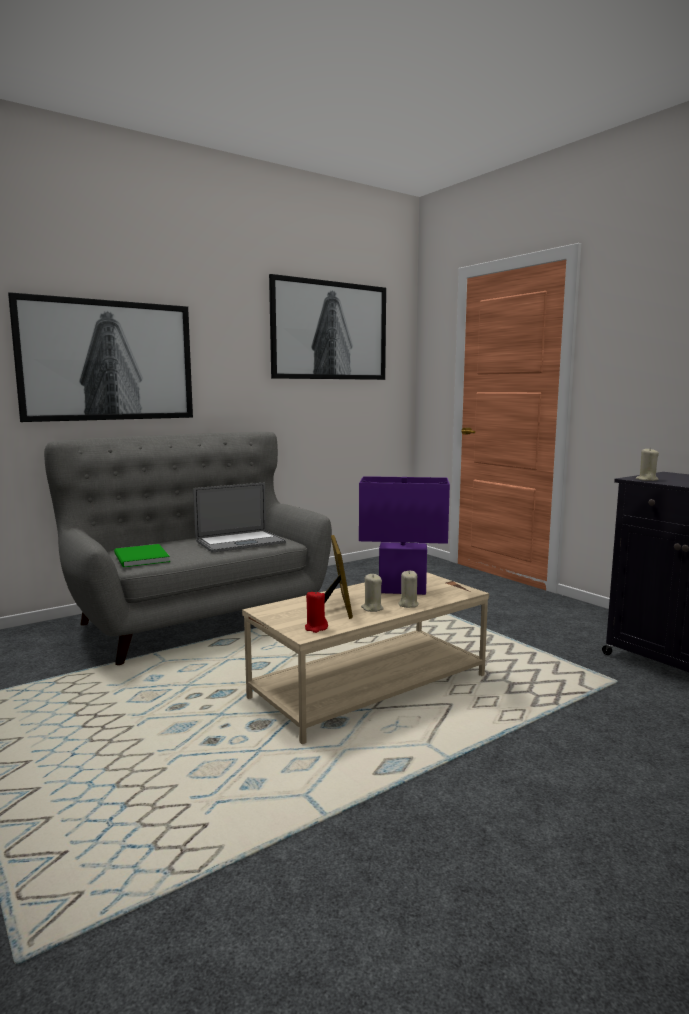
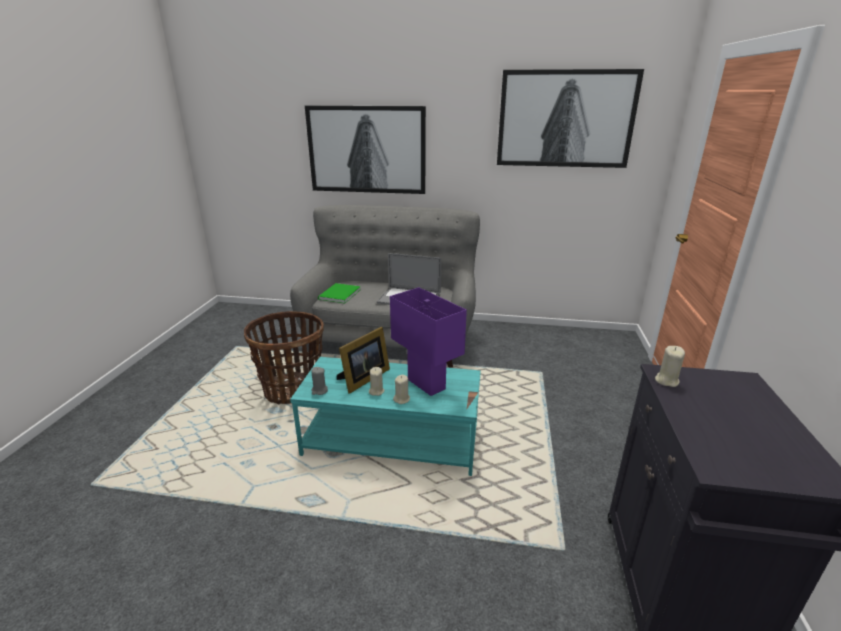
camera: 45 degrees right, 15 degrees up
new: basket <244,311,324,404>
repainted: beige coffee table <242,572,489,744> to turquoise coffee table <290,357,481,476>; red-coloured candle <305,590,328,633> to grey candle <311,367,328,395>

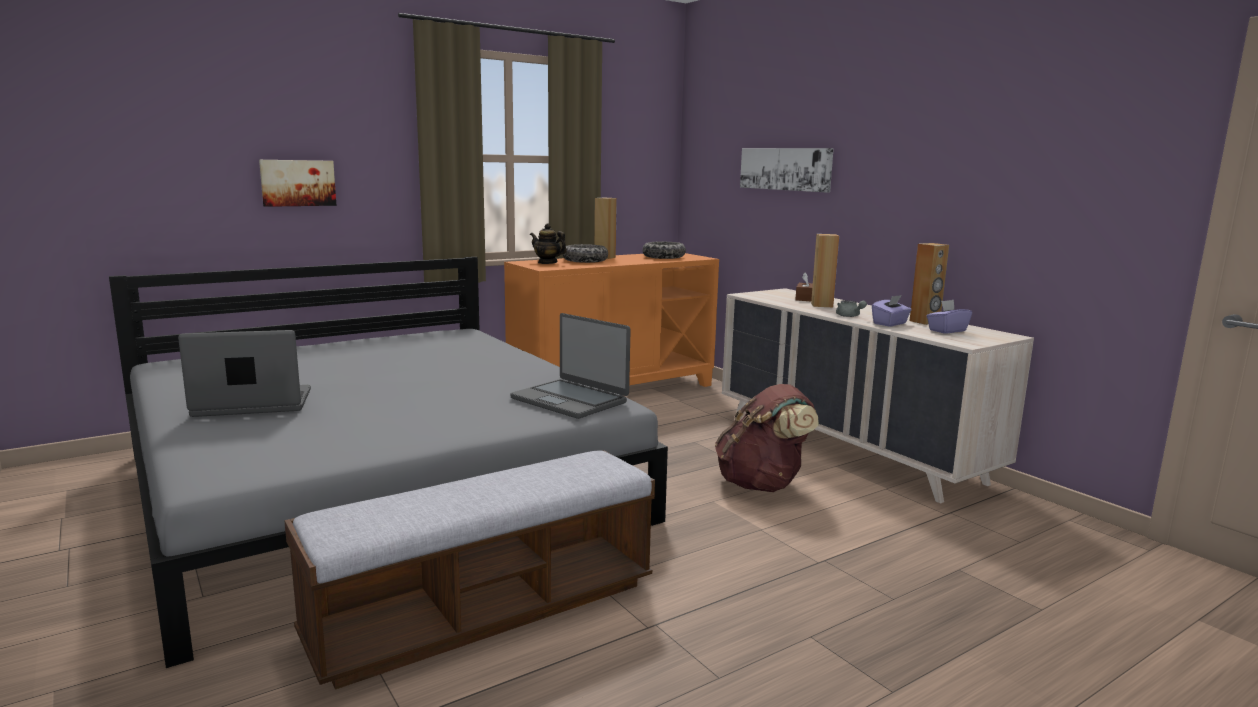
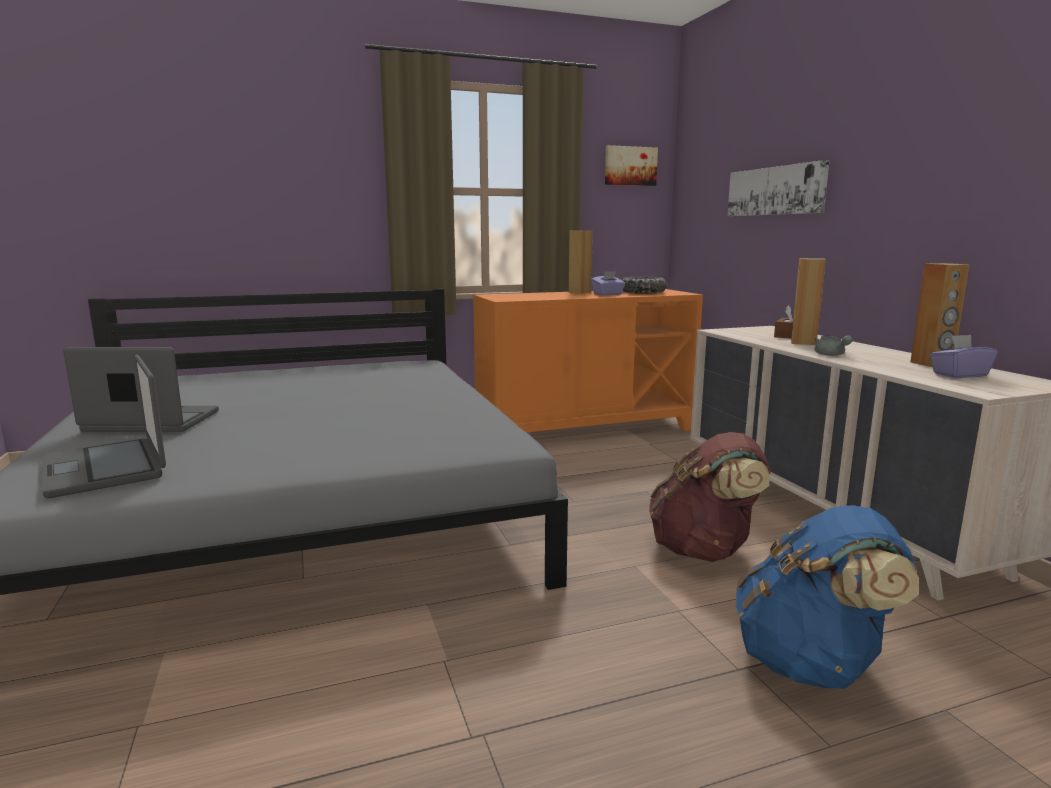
camera: 15 degrees right, 0 degrees up
gone: indoor bench <284,450,655,690>; tea pot <530,224,567,264>; bowl <563,244,608,263>
new: blue rucksack <736,505,919,689>
shifted: notebook computer <511,313,631,419> to <42,354,166,498>; purplish box of tissues <872,295,912,327> to <591,271,625,296>; picture <259,160,336,207> to <605,145,658,186>

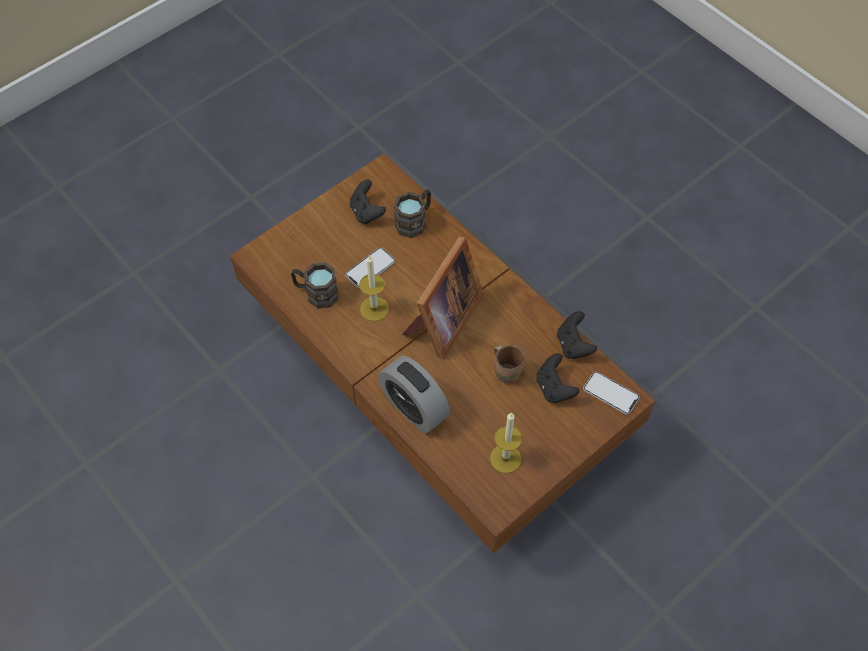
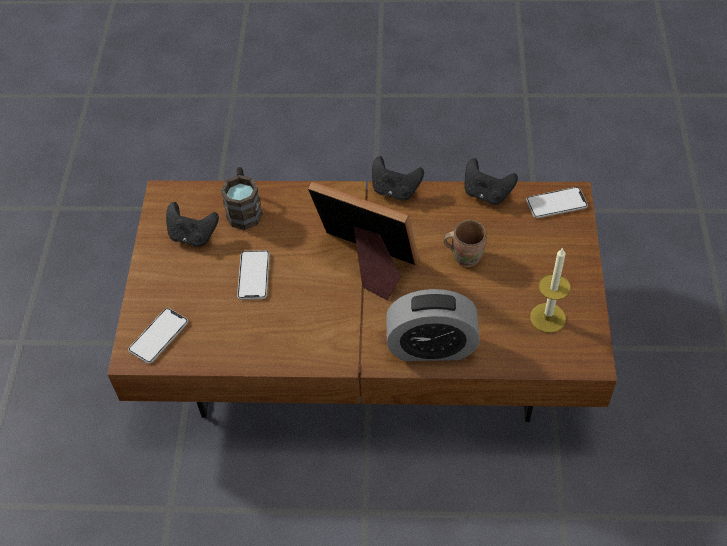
camera: 45 degrees left, 5 degrees down
gone: brownish tea mug <291,262,338,308>; candle <359,255,389,321>
new: handset <128,308,188,364>
shifted: blackish joypad <536,353,579,403> to <372,156,424,200>
rotated: standing frame <403,236,484,359> = <308,182,419,300> 45 degrees counterclockwise

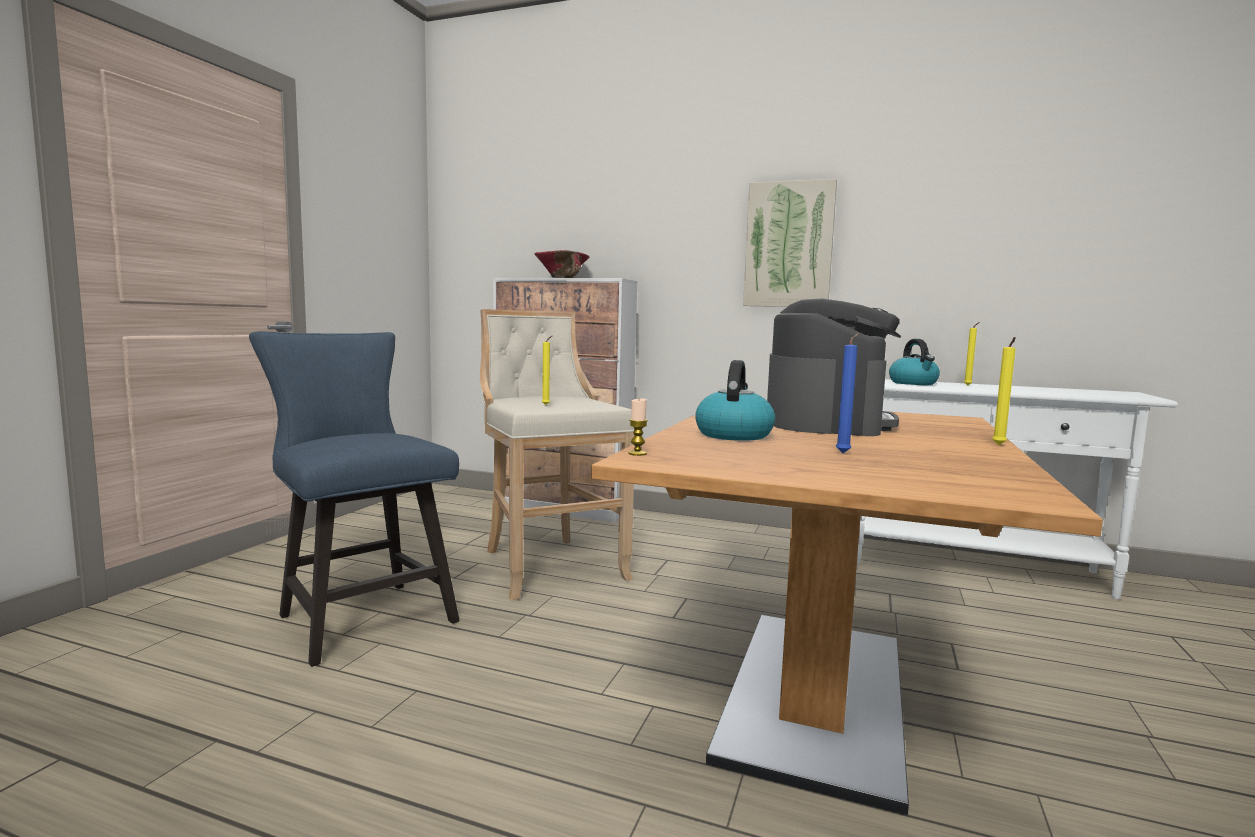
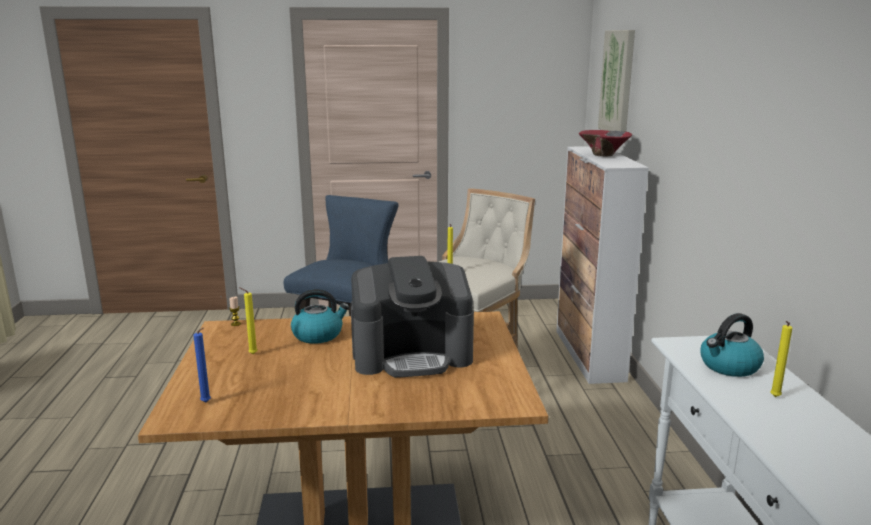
camera: 65 degrees right, 10 degrees up
shifted: blue candle <836,333,859,453> to <193,327,211,402>; yellow-coloured candle <992,337,1016,445> to <239,287,258,354>; picture <743,179,837,307> to <598,30,635,132>

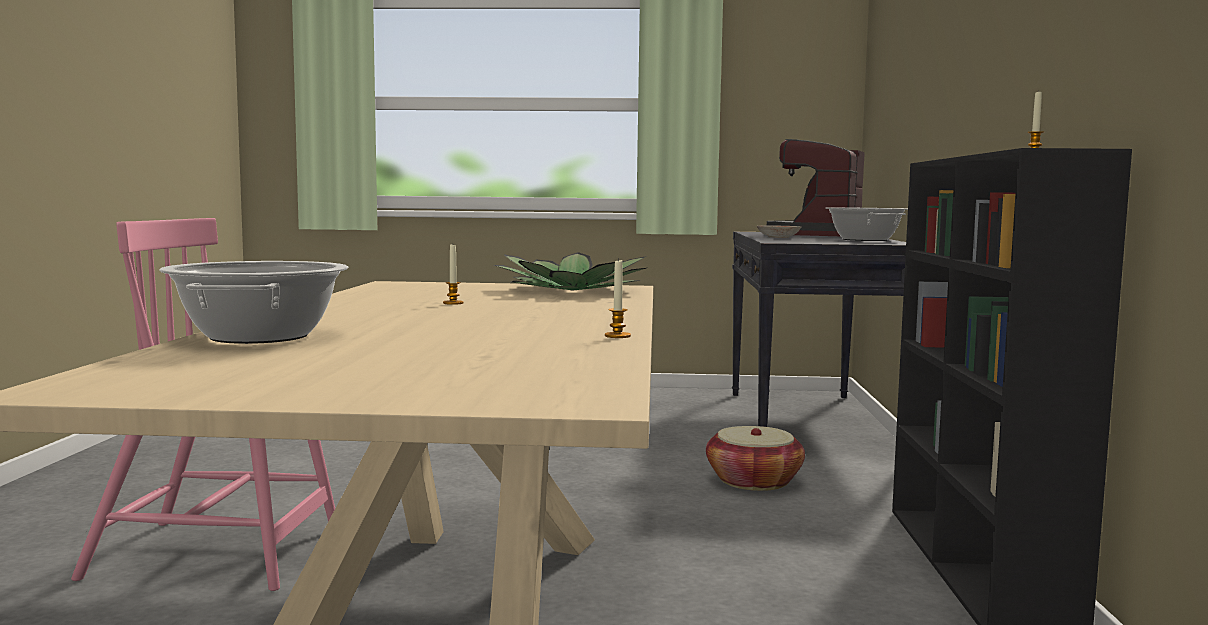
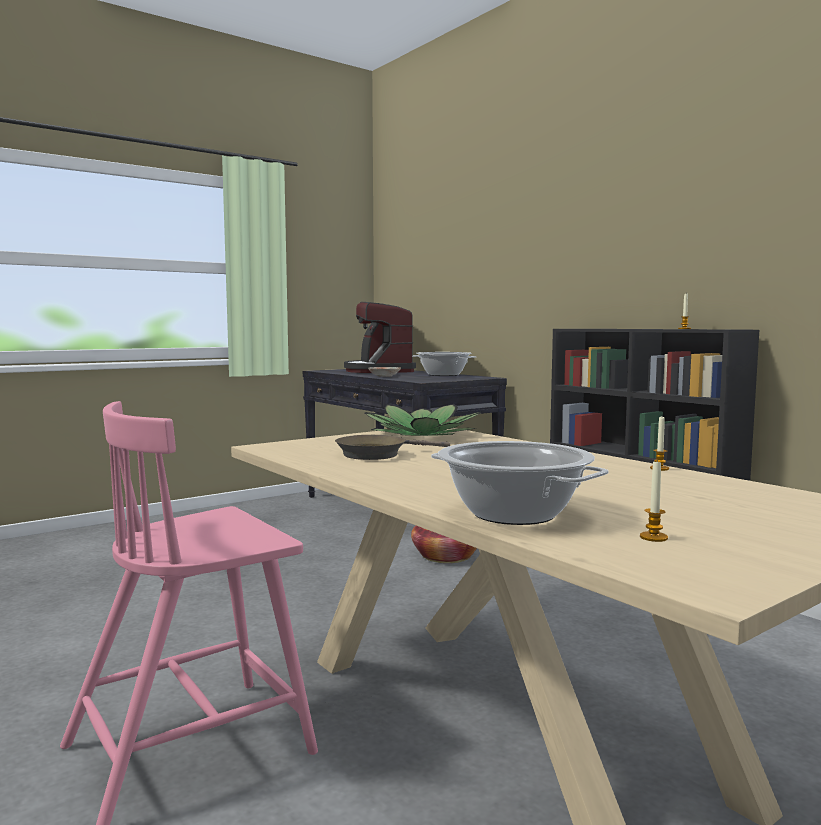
camera: 40 degrees left, 0 degrees up
new: brownish skillet <335,435,450,460>
shifted: candle <443,244,464,305> to <640,462,668,542>

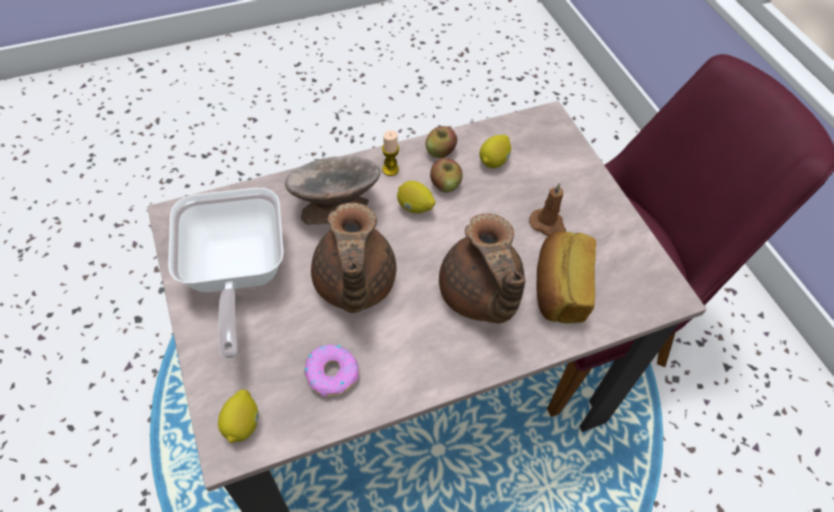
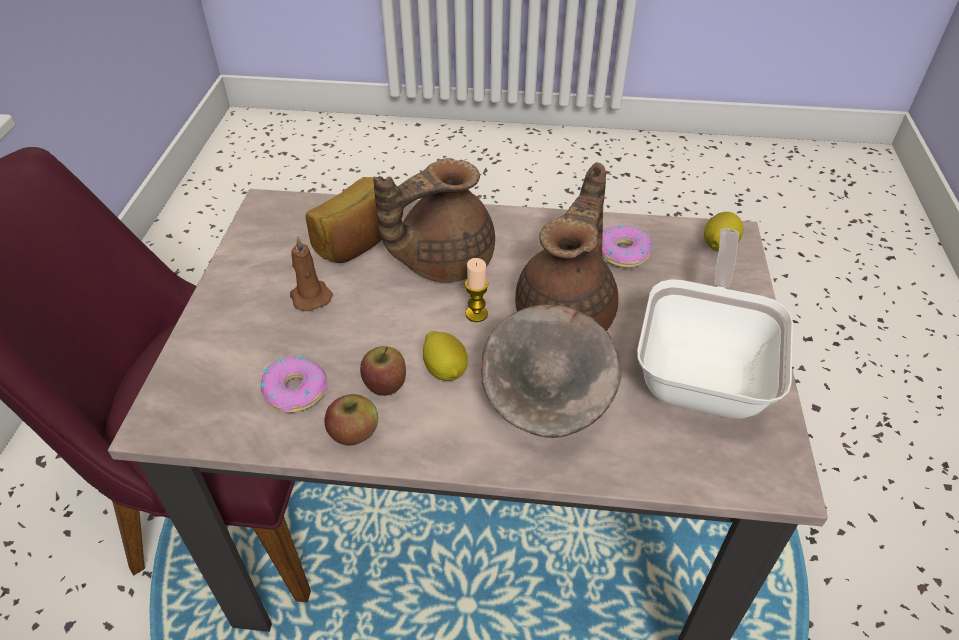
camera: 150 degrees left, 10 degrees down
shifted: candle <382,130,399,176> to <465,258,489,322>
swapped: citrus fruit <479,135,511,168> to ring doughnut <261,356,328,413>
rotated: brownish tea pot <439,214,525,324> = <373,158,495,283> 135 degrees counterclockwise

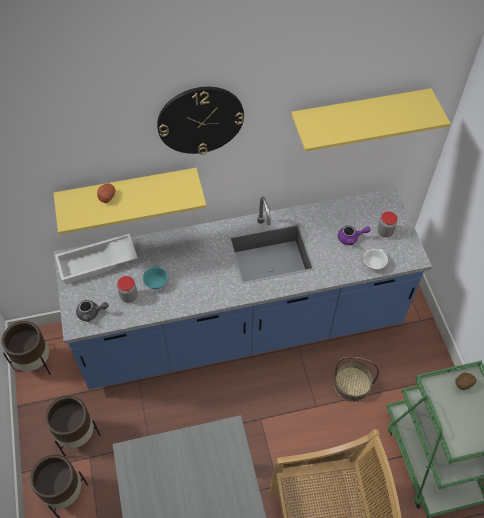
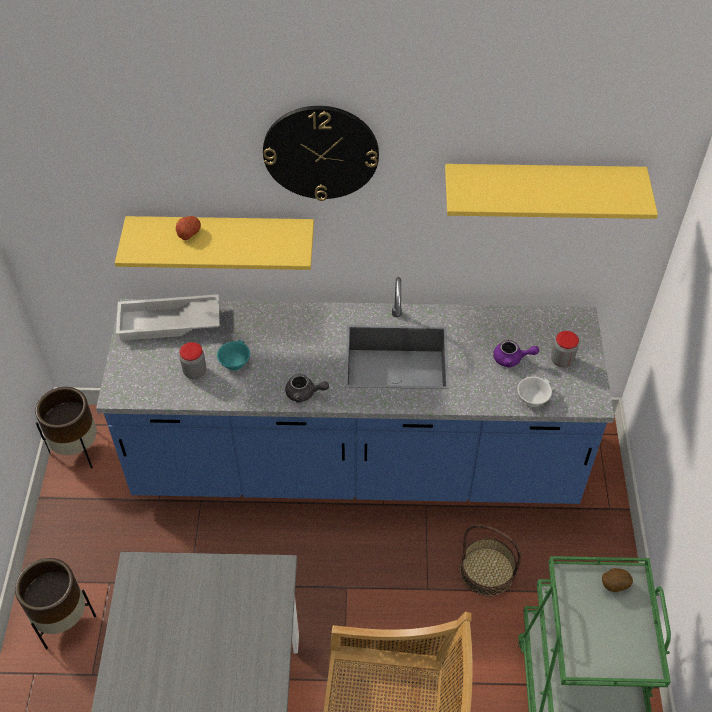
camera: 15 degrees right, 5 degrees down
gone: brownish plant pot <45,396,101,456>
shifted: grey tea pot <76,300,109,322> to <285,374,329,403>

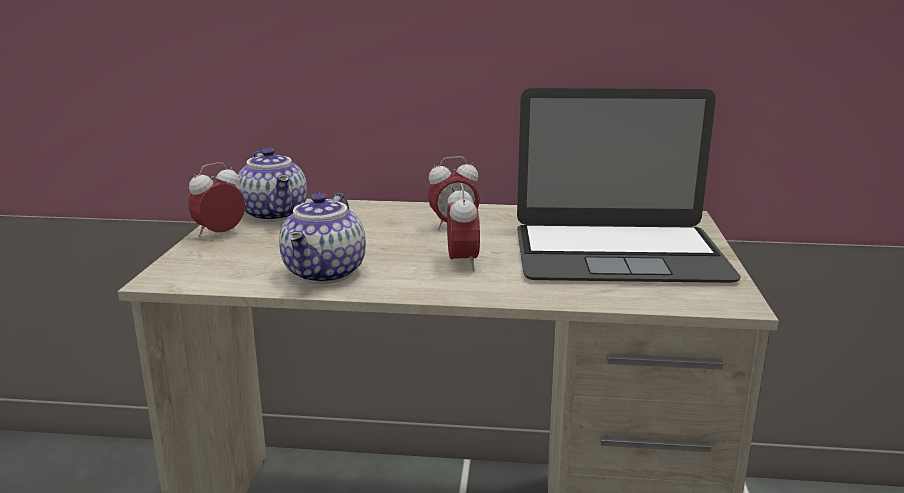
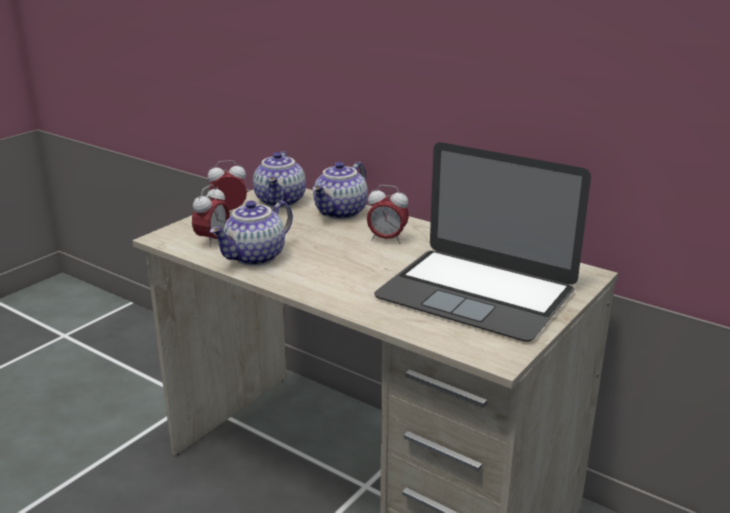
camera: 30 degrees right, 5 degrees up
new: tea pot <312,162,368,220>
shifted: bedside clock <447,183,480,271> to <192,184,230,247>

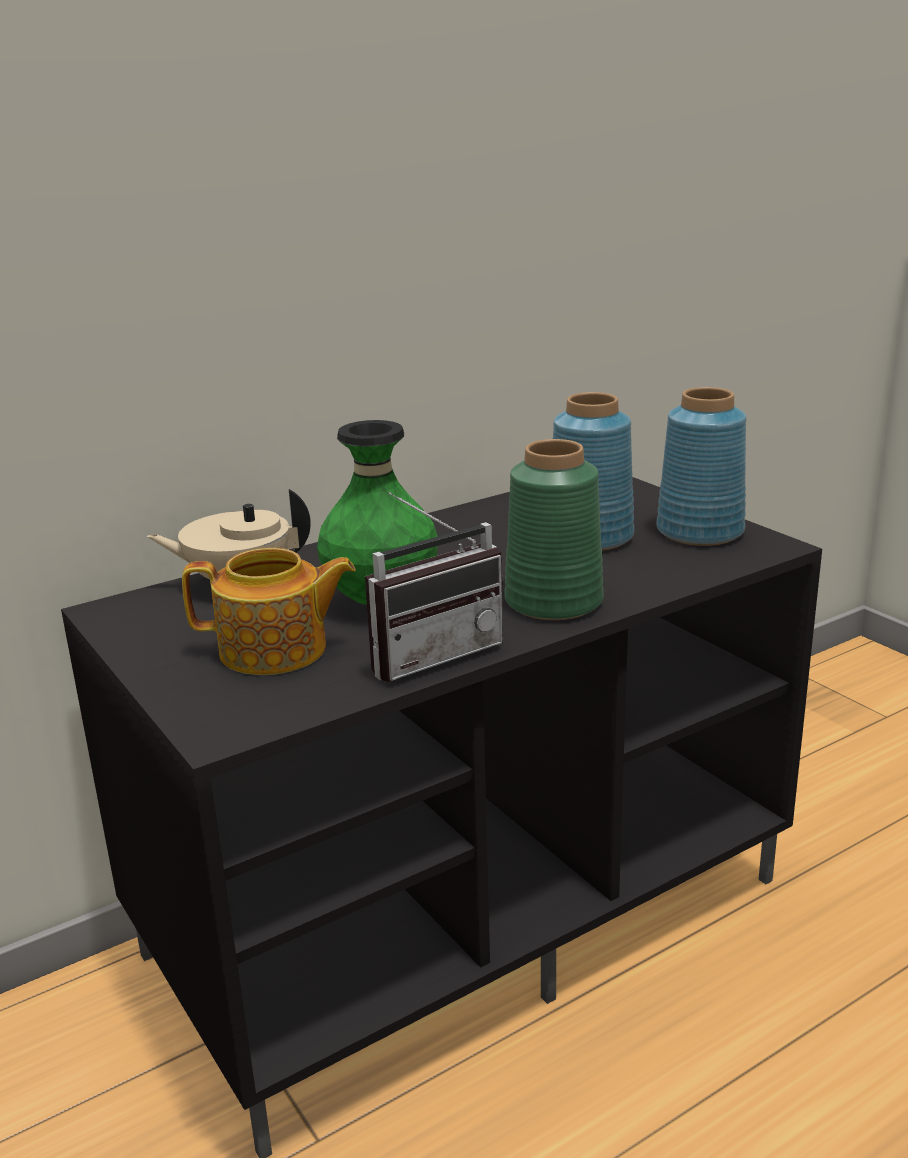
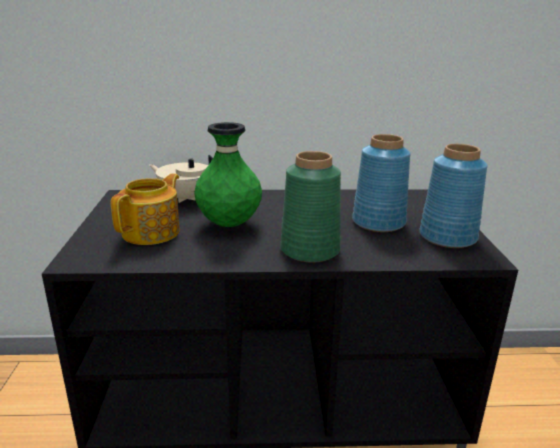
camera: 30 degrees right, 0 degrees up
gone: radio <365,492,504,682>
rotated: tea pot <182,548,356,675> = <111,173,180,245> 90 degrees counterclockwise

